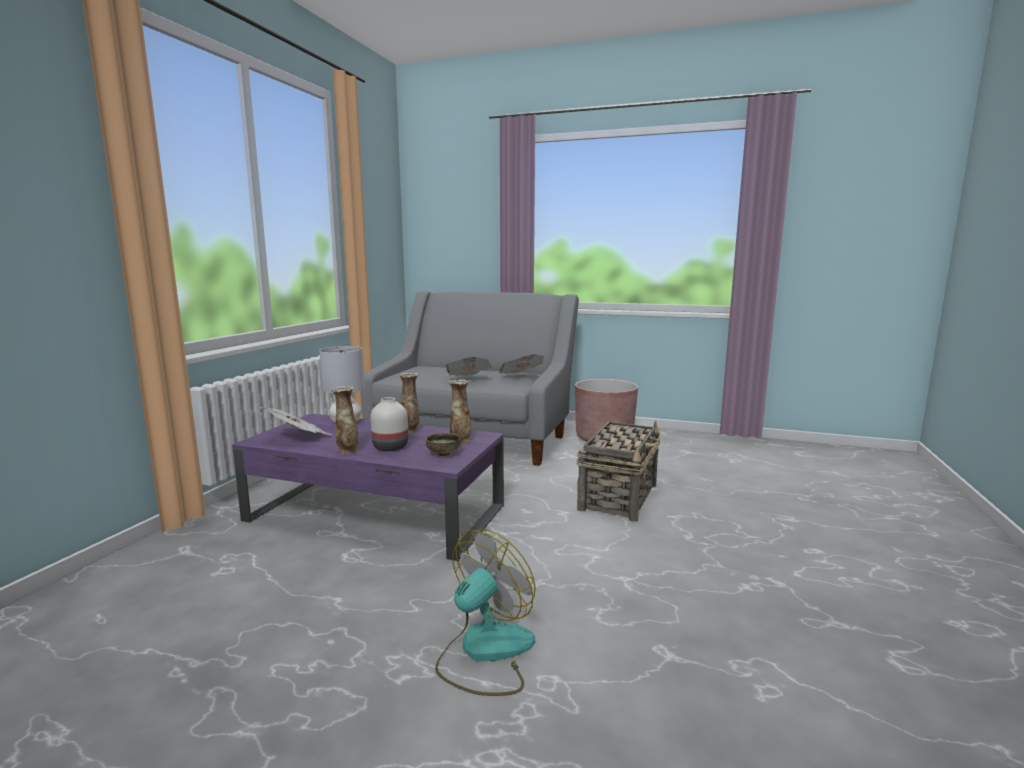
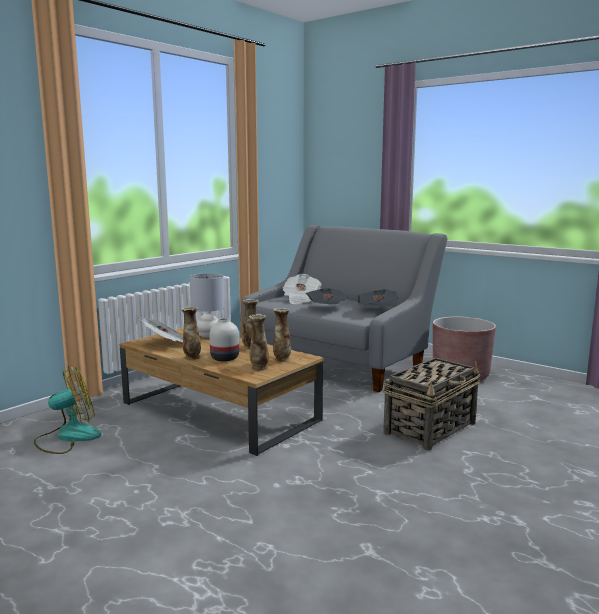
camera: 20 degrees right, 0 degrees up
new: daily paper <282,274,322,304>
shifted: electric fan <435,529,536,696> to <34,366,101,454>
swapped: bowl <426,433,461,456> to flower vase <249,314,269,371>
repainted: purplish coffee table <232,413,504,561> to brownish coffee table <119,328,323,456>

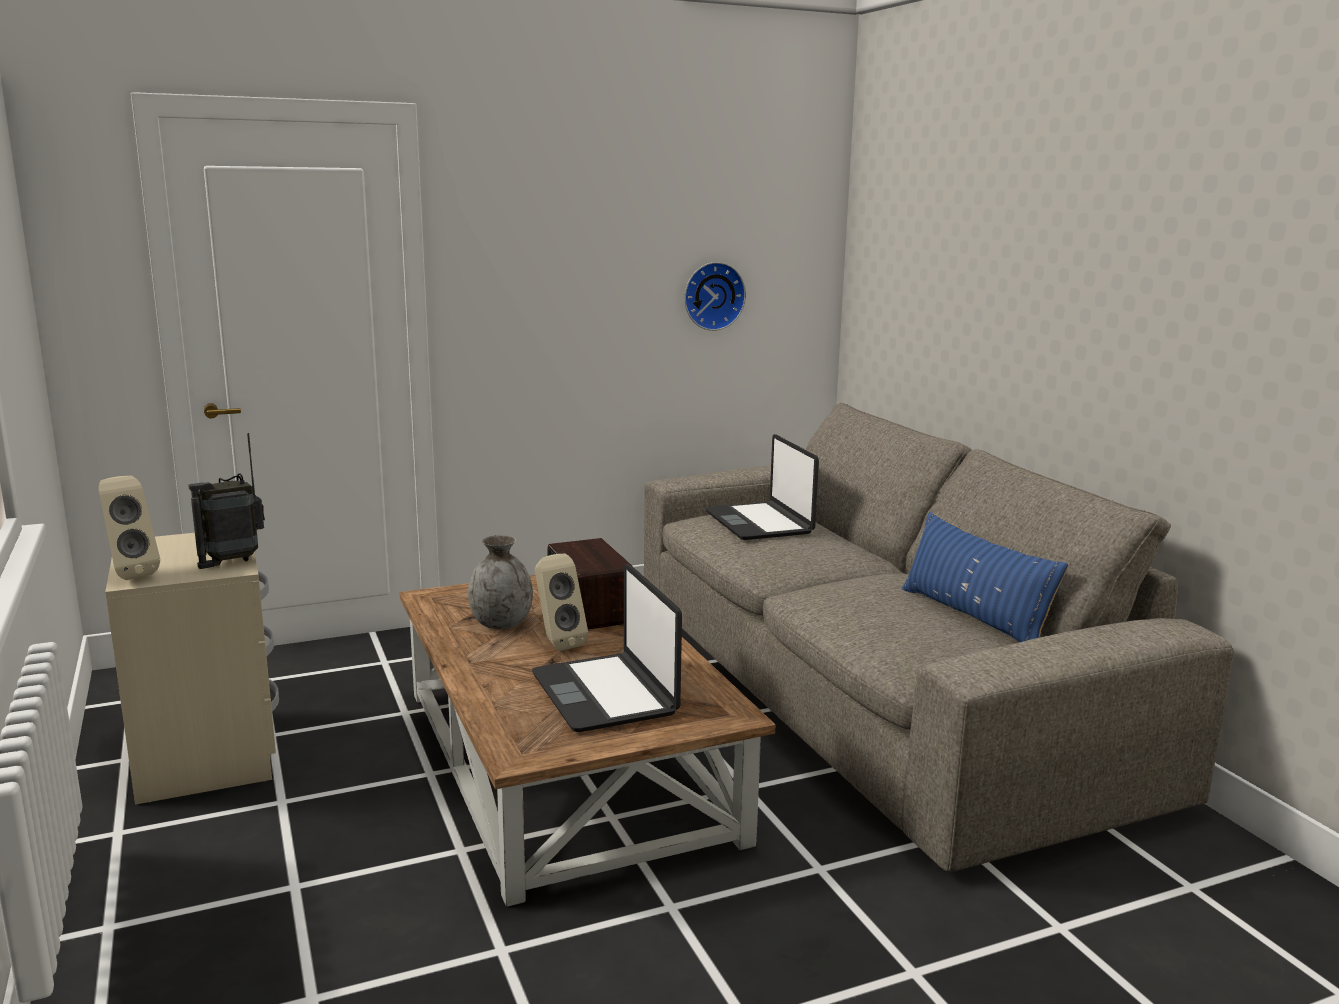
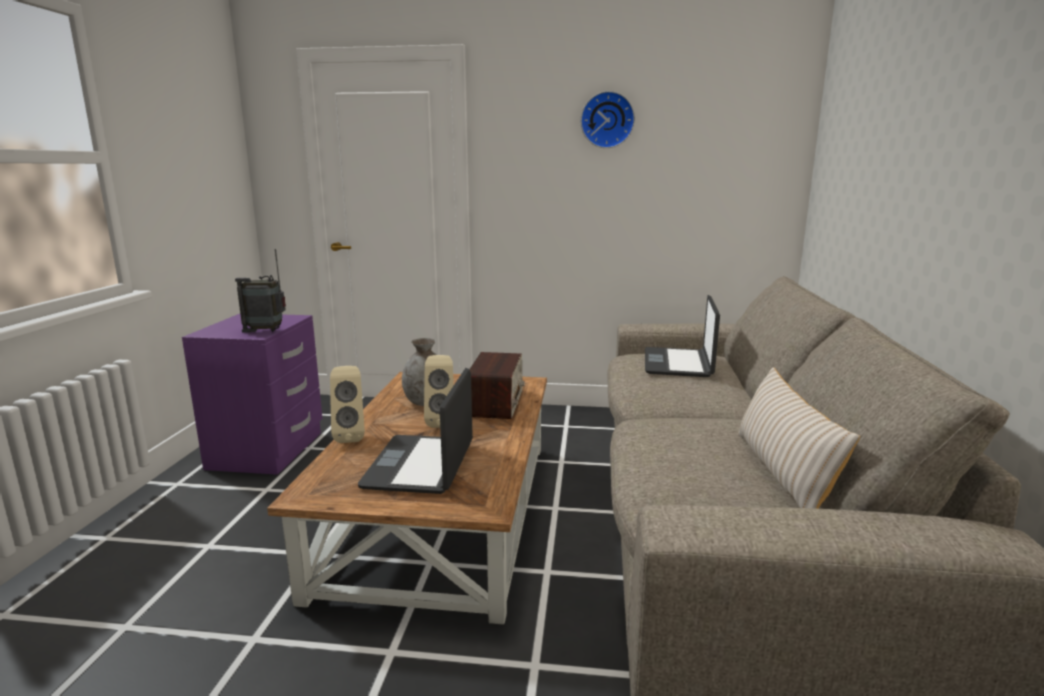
camera: 30 degrees right, 0 degrees up
shifted: beige speaker <98,476,160,580> to <330,366,365,443>; hanging clock <684,262,746,331> to <580,91,635,148>
repainted: beige bedside table <105,533,279,805> to purplish bedside table <182,314,323,475>; blue pillow <902,512,1069,642> to beige pillow <737,367,860,509>

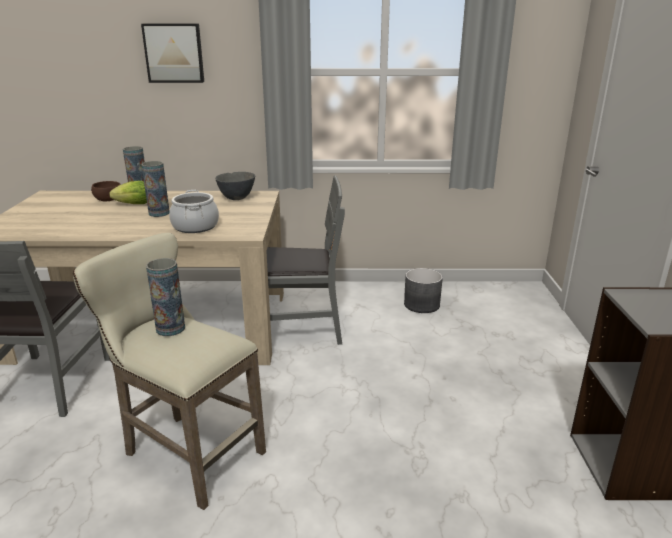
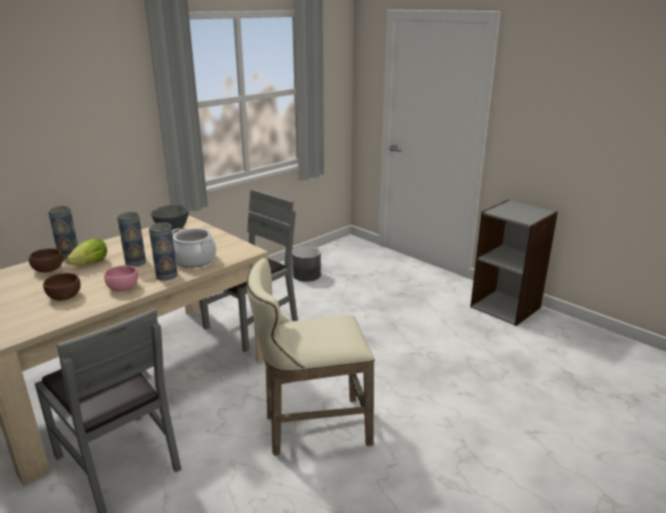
camera: 45 degrees left, 0 degrees up
gone: picture <141,24,204,83>
new: brownish bowl <43,273,81,301>; pink-coloured bowl <104,265,138,292>
shifted: flower vase <146,258,185,336> to <149,223,178,281>

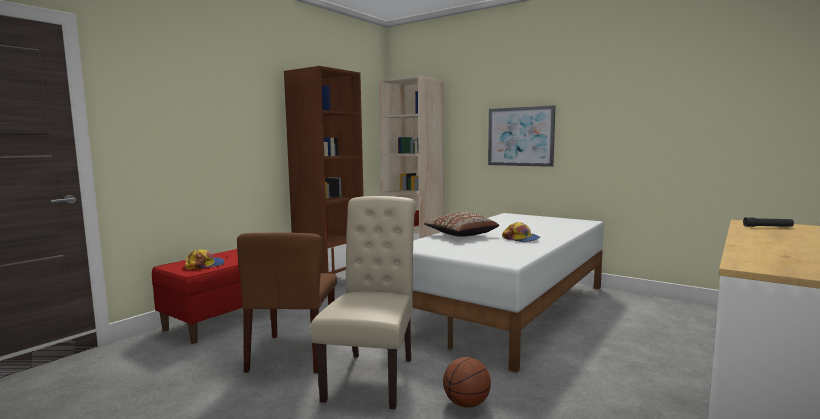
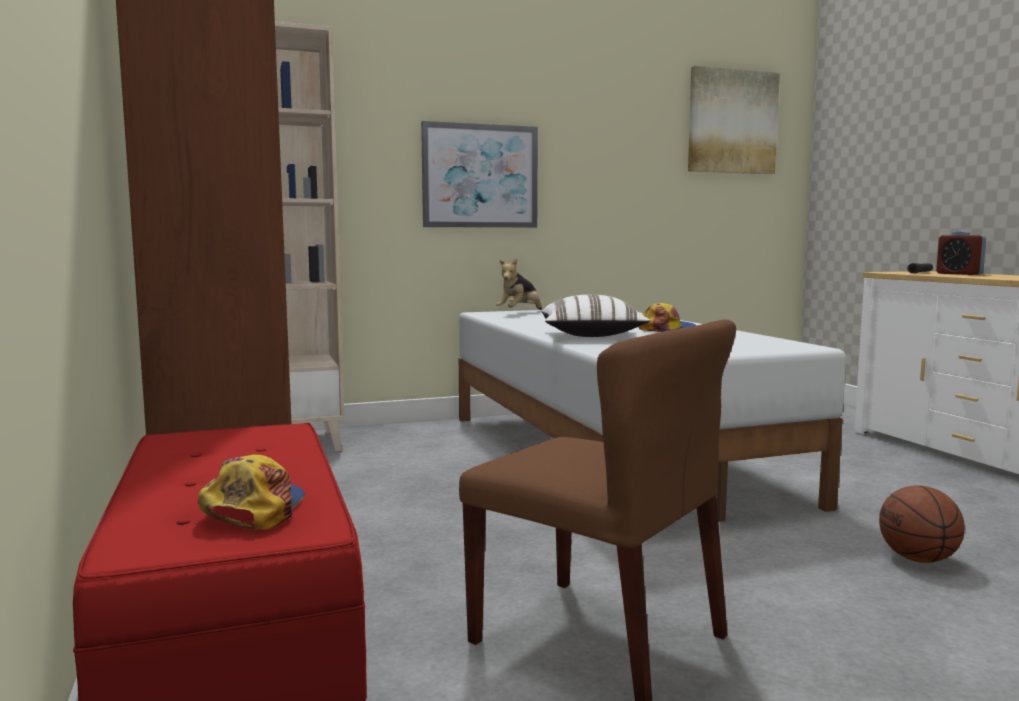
camera: 55 degrees left, 0 degrees up
gone: beige plain chair <311,196,416,409>
new: plush toy <496,259,542,310>; picture <688,66,780,174>; bedside clock <936,231,986,275>
repainted: brownish pillow <424,212,499,237> to white-coloured pillow <541,295,650,337>

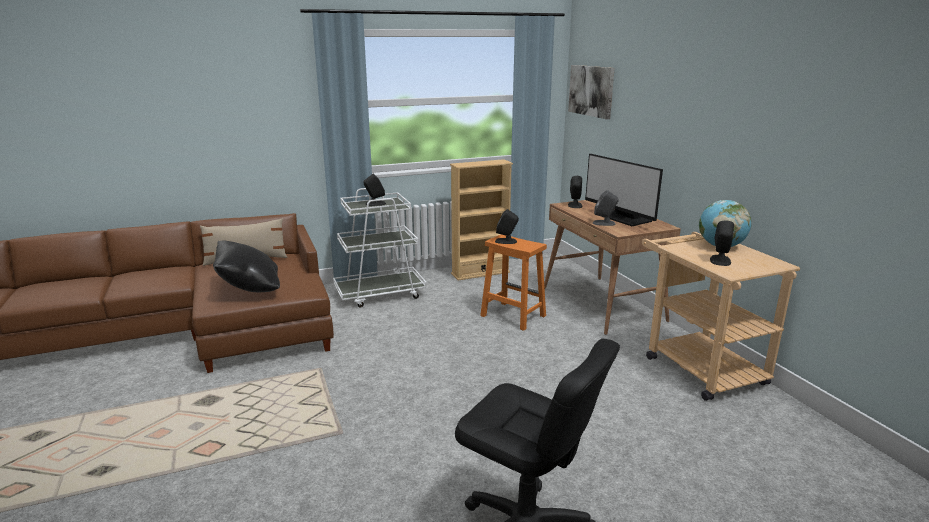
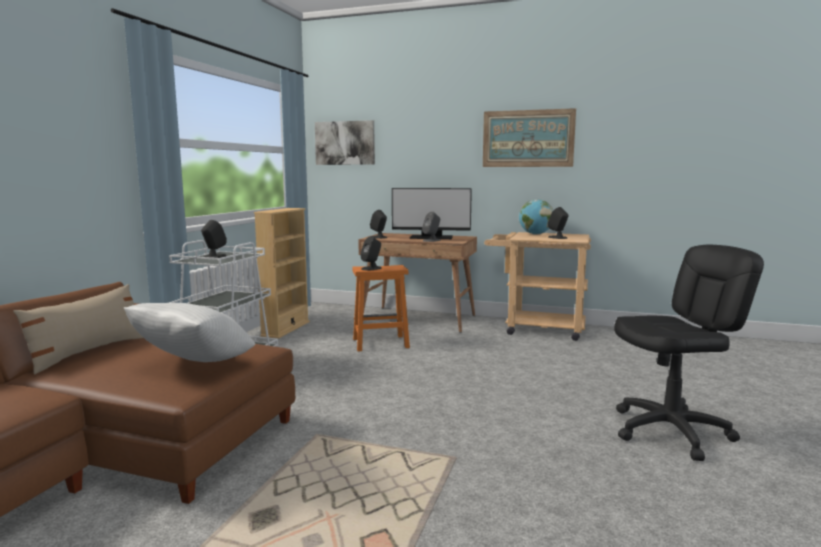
camera: 50 degrees left, 10 degrees down
new: picture <483,108,576,167>
repainted: blackish pillow <213,241,280,292> to white-coloured pillow <124,303,255,362>

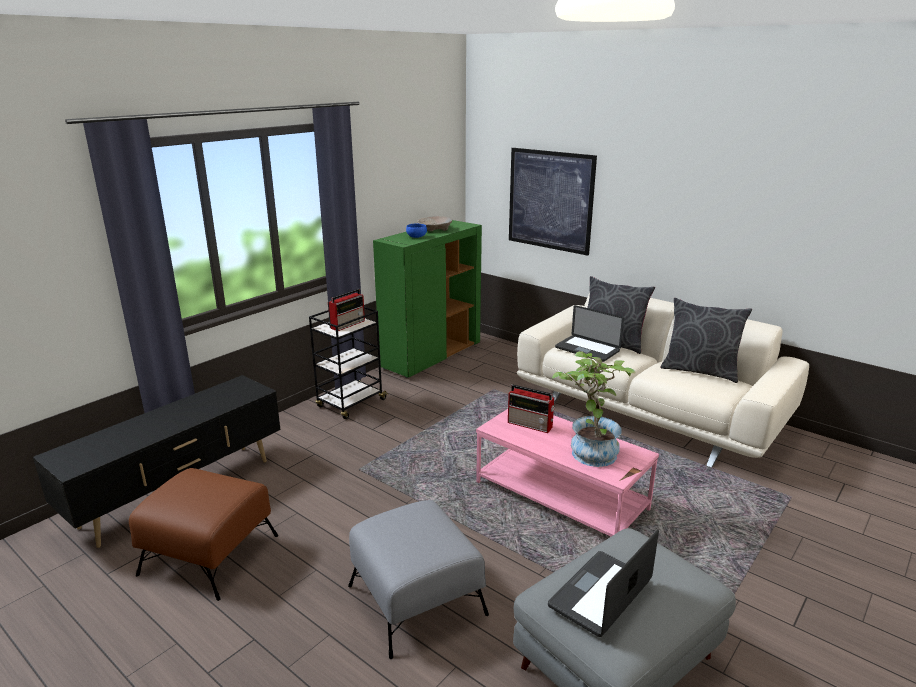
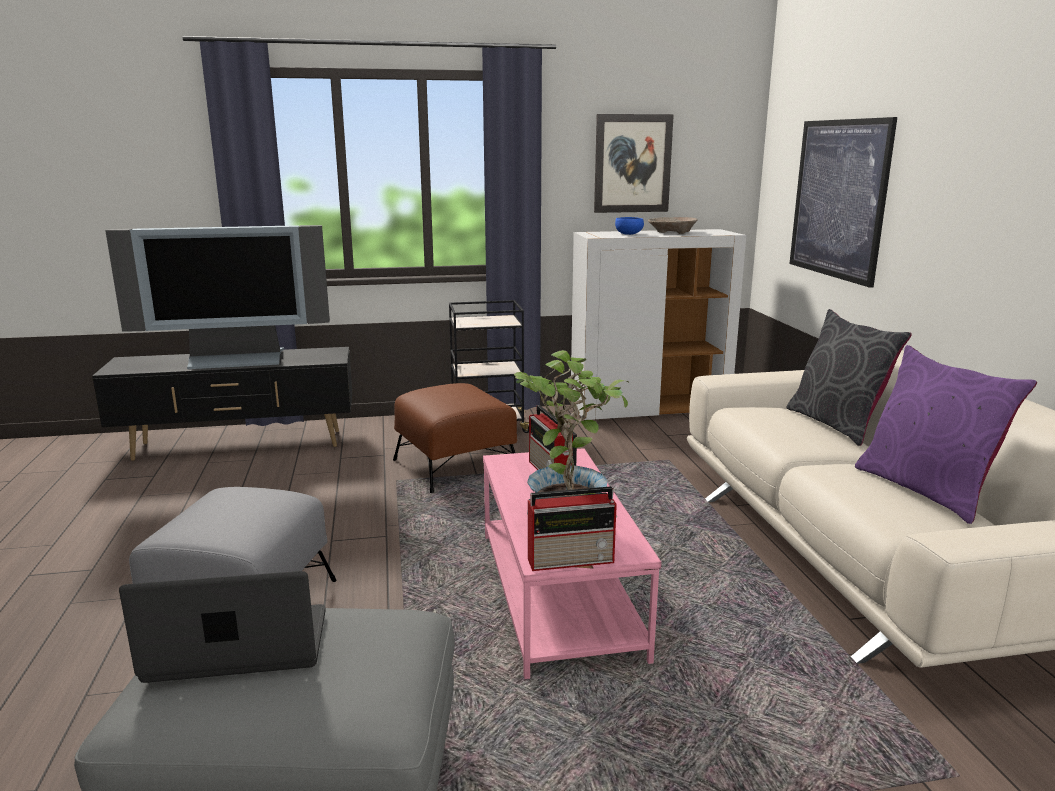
camera: 40 degrees right, 5 degrees down
gone: notebook computer <555,305,624,362>
new: TV set <105,225,330,369>; picture <594,114,674,213>
shifted: brownish pouffe <129,468,278,601> to <393,383,517,493>; radio <328,289,365,331> to <528,486,617,571>
repainted: green-coloured storage cabinet <373,220,482,378> to white-coloured storage cabinet <571,229,746,420>; grey pillow <661,298,752,383> to purplish pillow <855,345,1037,524>

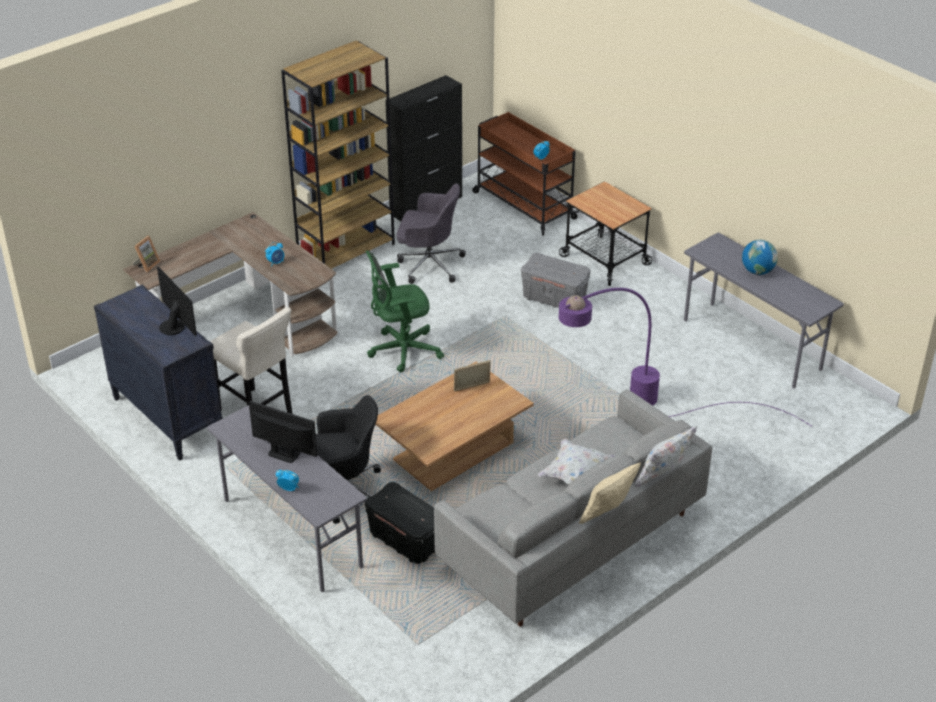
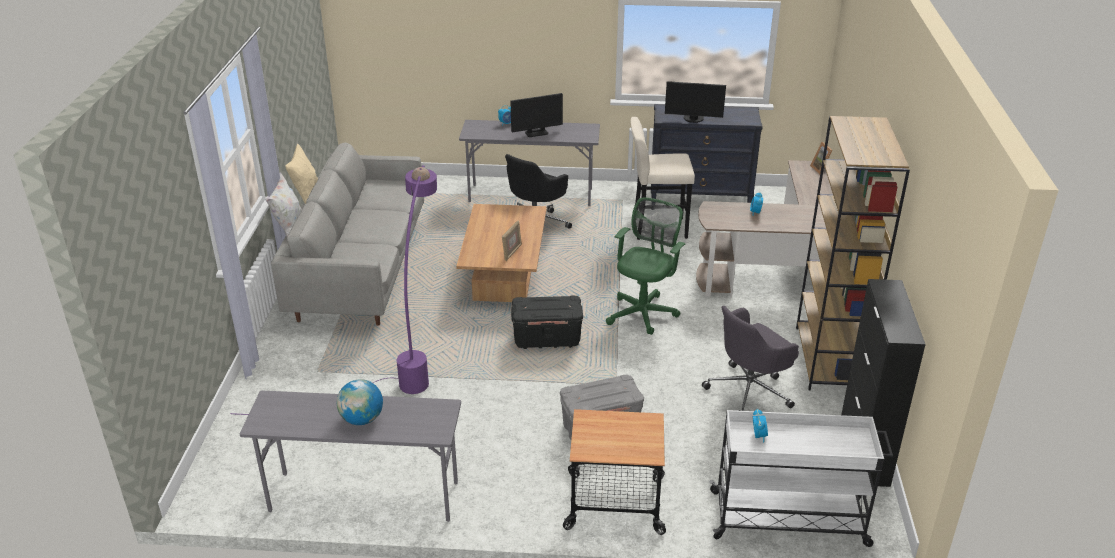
camera: 135 degrees right, 5 degrees down
gone: white-coloured pillow <538,439,616,485>
shifted: blackish storage bin <365,482,435,564> to <511,296,583,349>
repainted: brownish cart <472,112,579,235> to white-coloured cart <709,410,893,547>

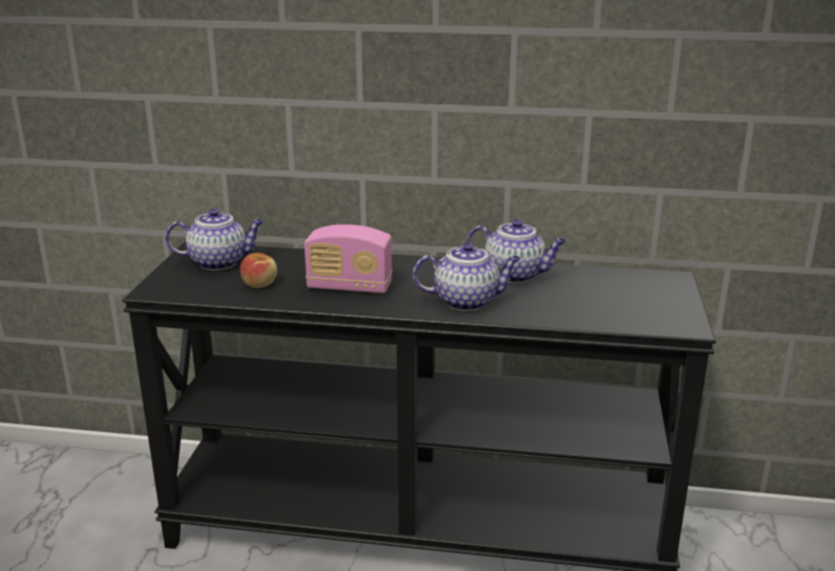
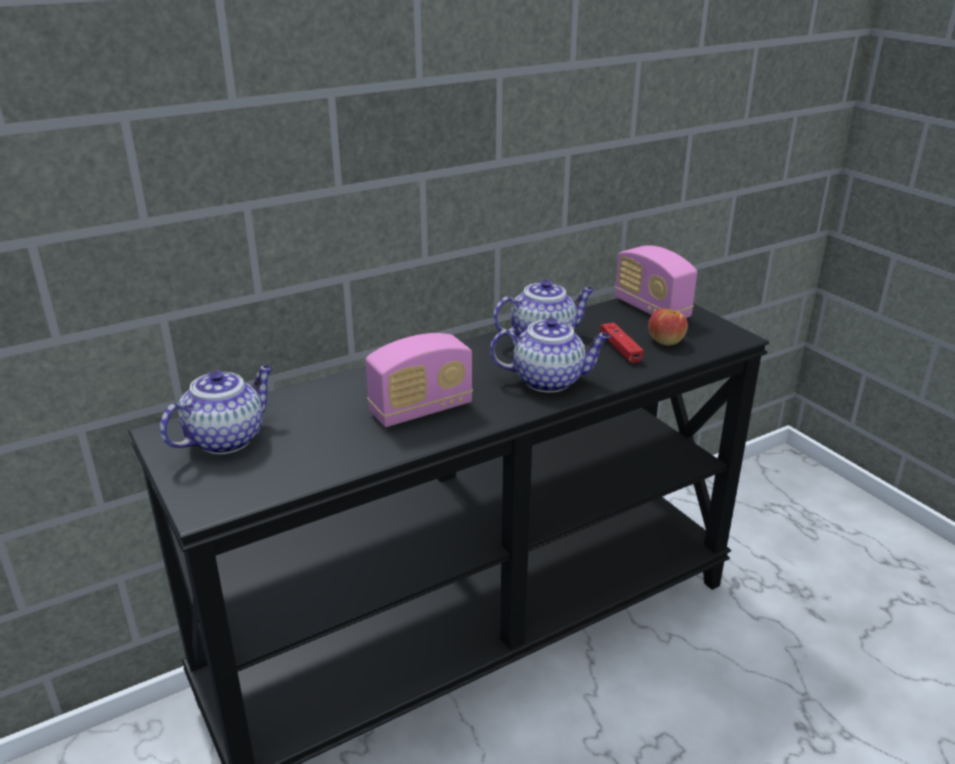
camera: 40 degrees left, 5 degrees up
new: red-coloured joypad <600,323,644,363>; radio <615,245,697,318>
shifted: apple fruit <240,253,277,288> to <648,308,688,346>
rotated: tea pot <413,243,521,311> = <490,317,611,392> 45 degrees clockwise

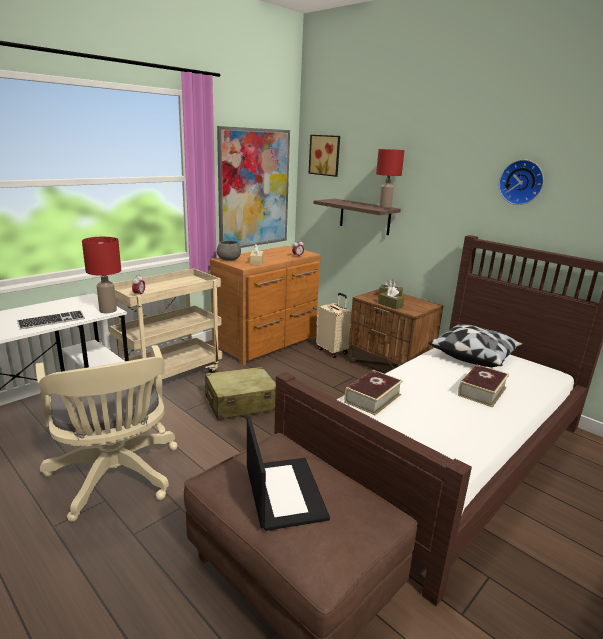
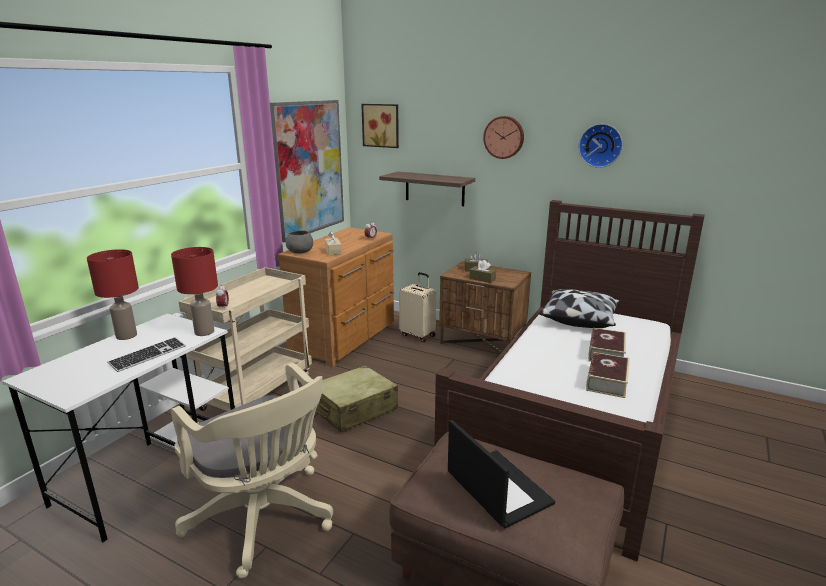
camera: 15 degrees left, 0 degrees up
new: hanging clock <483,116,524,159>
shifted: red-coloured table lamp <376,149,405,209> to <87,249,139,340>; book <344,370,403,415> to <586,352,630,398>

